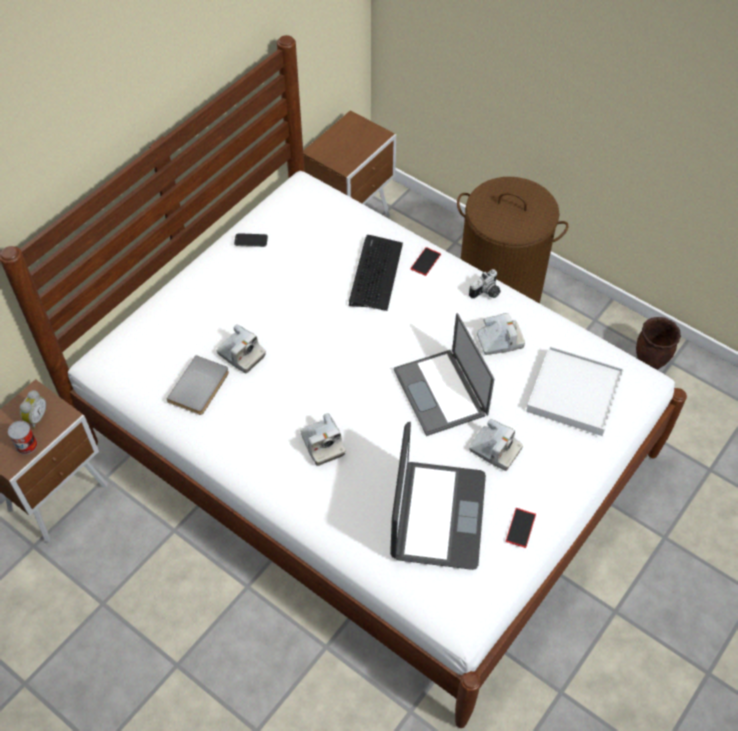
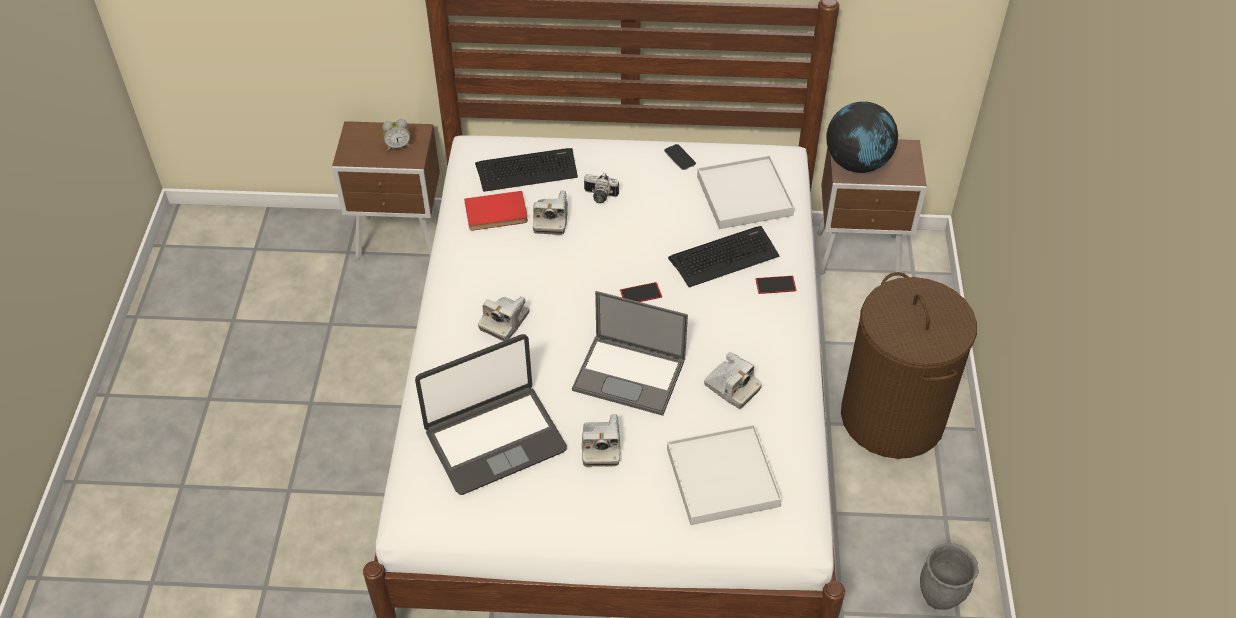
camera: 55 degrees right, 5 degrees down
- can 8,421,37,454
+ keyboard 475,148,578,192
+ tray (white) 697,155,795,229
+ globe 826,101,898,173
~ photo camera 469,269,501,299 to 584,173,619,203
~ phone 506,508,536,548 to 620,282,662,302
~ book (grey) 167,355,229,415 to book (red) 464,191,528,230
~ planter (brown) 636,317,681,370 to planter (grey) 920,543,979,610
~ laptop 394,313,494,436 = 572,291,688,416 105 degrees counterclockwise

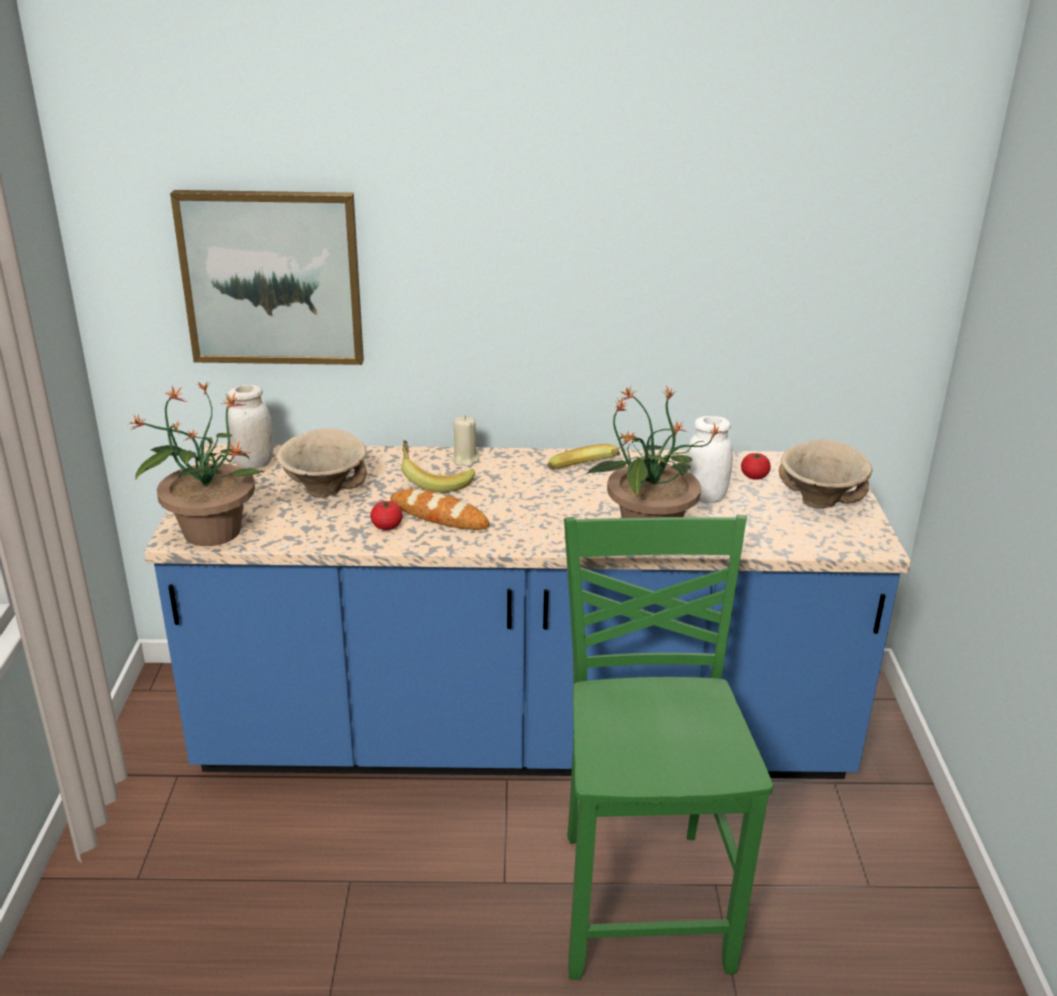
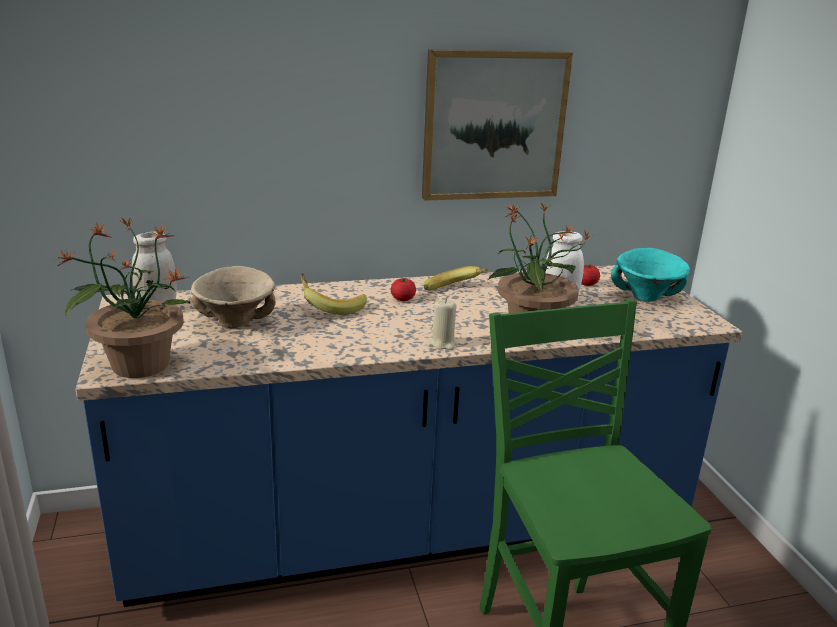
camera: 15 degrees left, 5 degrees down
- bread 391,489,489,530
~ picture 170,190,364,365 to 422,49,573,201
~ tomato 370,501,403,530 to 391,278,416,301
~ candle (beige) 451,416,480,467 to 430,299,457,350
~ bowl (beige) 779,440,872,509 to bowl (turquoise) 611,248,690,302

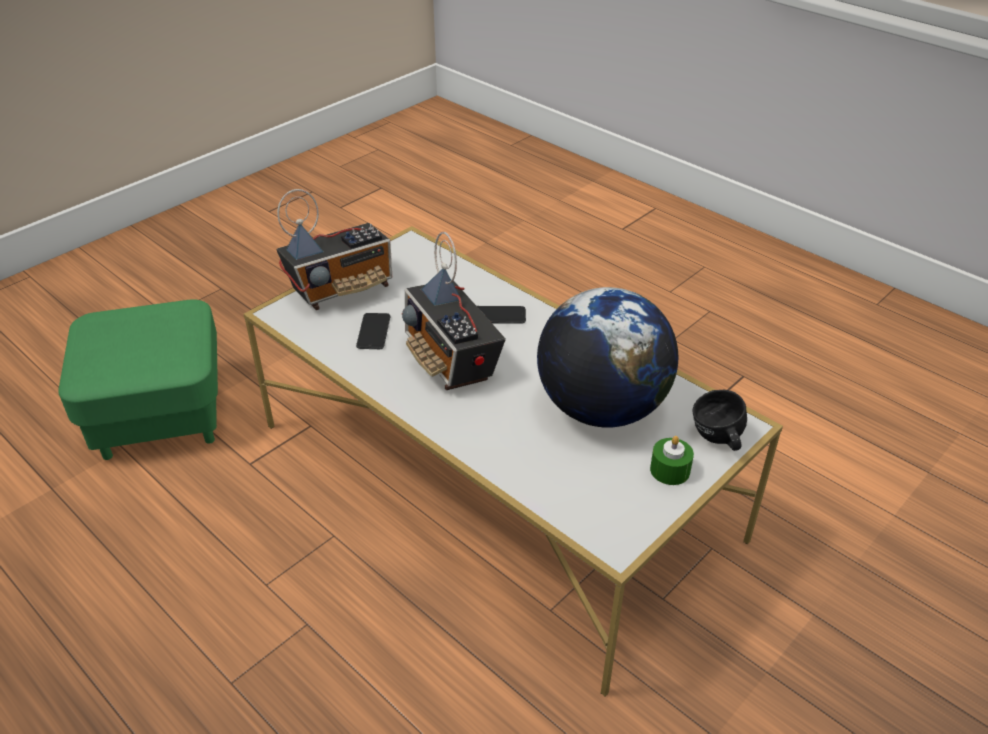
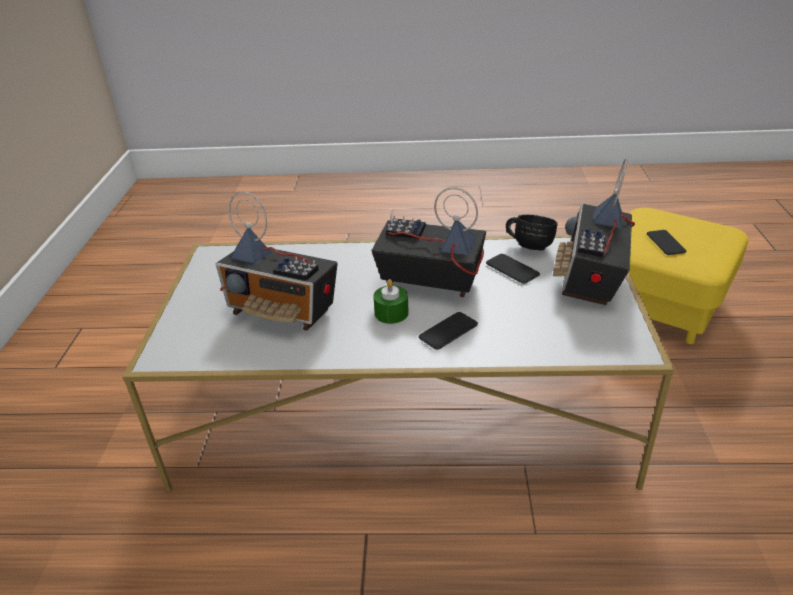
camera: 140 degrees right, 5 degrees down
+ phone 647,230,687,255
~ candle (green) 650,436,694,485 to 373,279,409,324
~ mug (black) 693,390,747,451 to 506,215,558,250
~ globe 537,287,678,428 to radio 216,191,338,331
~ ottoman (green) 58,299,218,460 to ottoman (yellow) 629,208,749,344

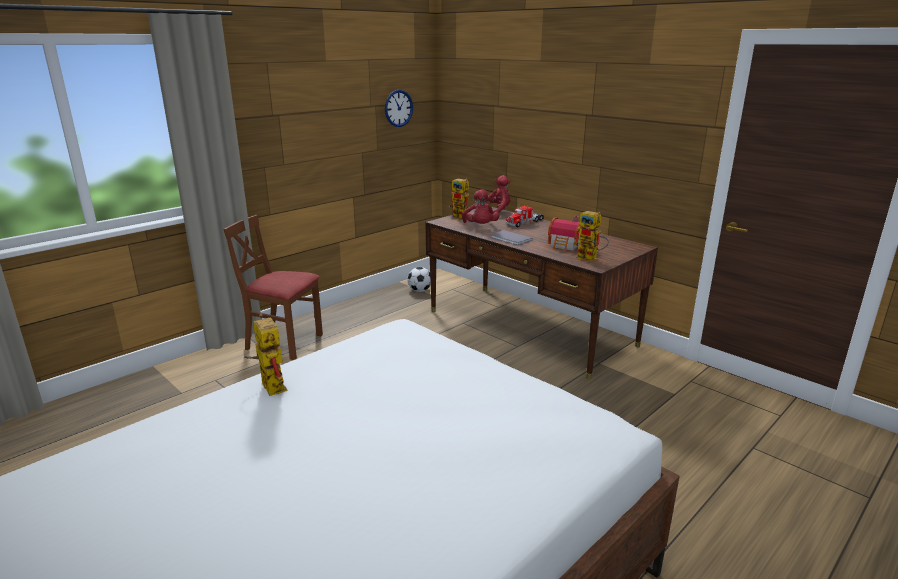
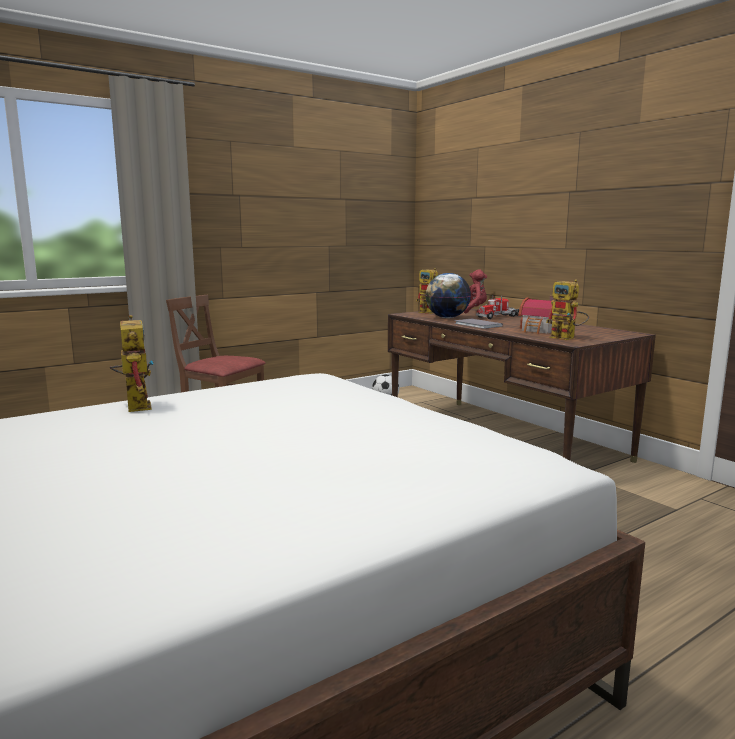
camera: 10 degrees right, 10 degrees down
- wall clock 385,90,413,127
~ plush toy (red) 462,189,500,224 to globe 425,273,471,318

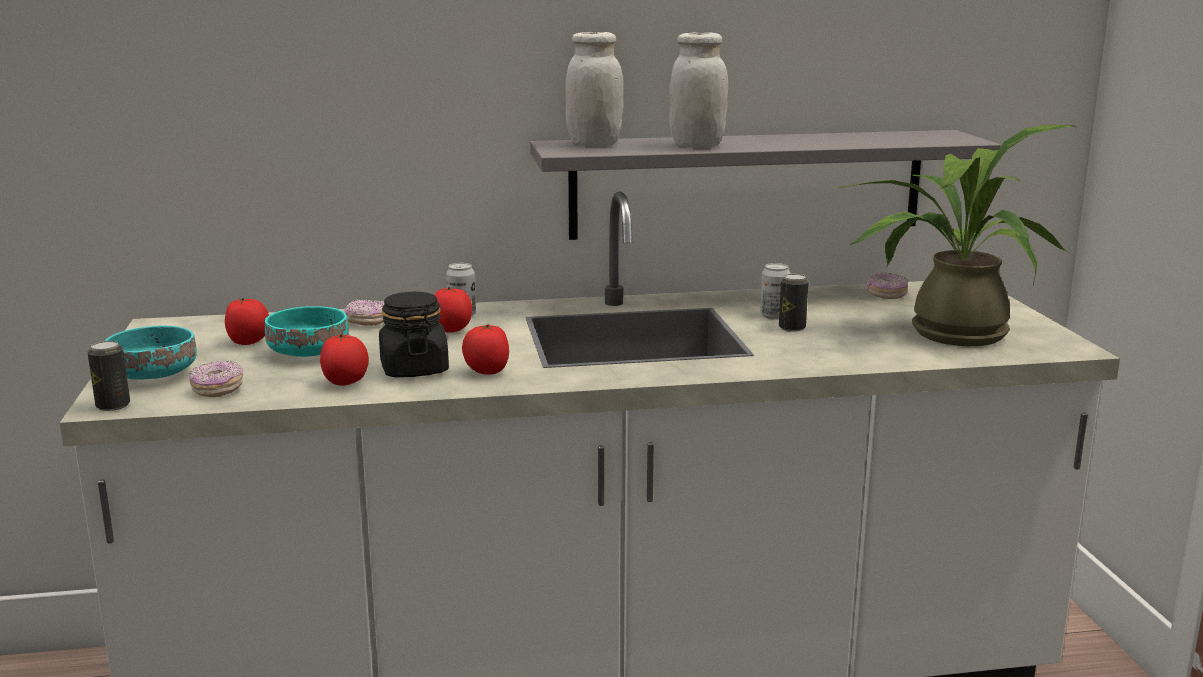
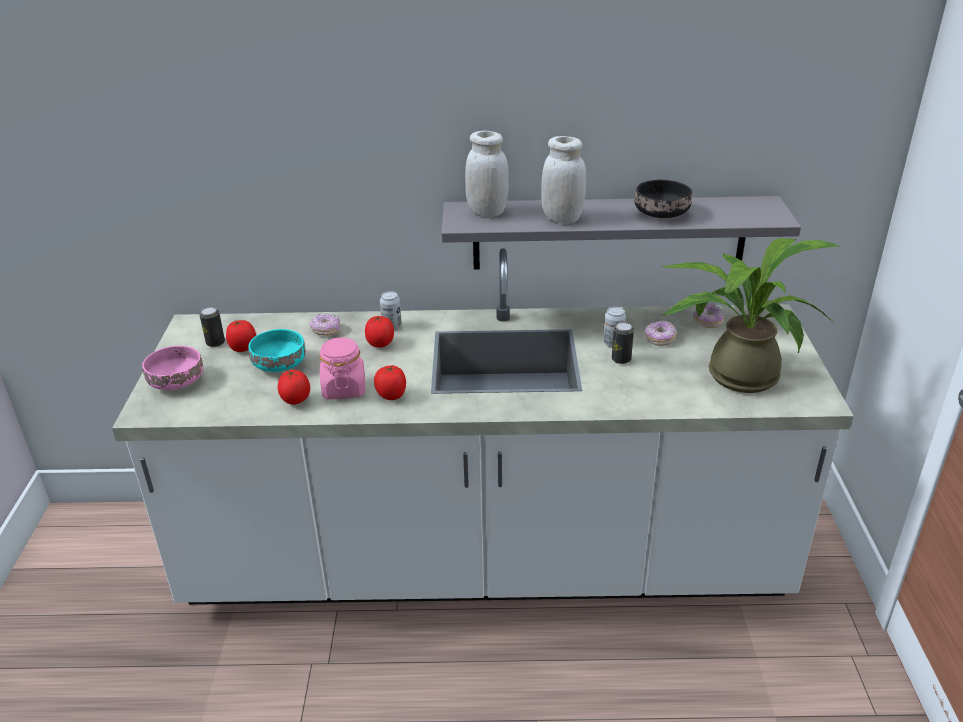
camera: 10 degrees right, 15 degrees up
+ bowl (black) 635,180,692,218
~ can 87,341,130,411 to 200,307,225,347
~ donut 189,360,243,397 to 645,321,676,346
~ bowl (turquoise) 105,325,197,380 to bowl (pink) 142,345,203,390
~ jar (black) 379,292,449,377 to jar (pink) 320,337,365,400

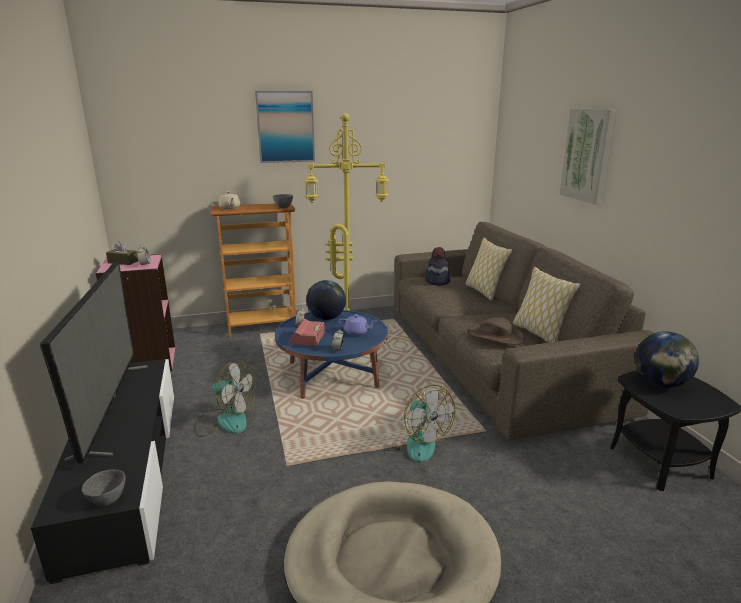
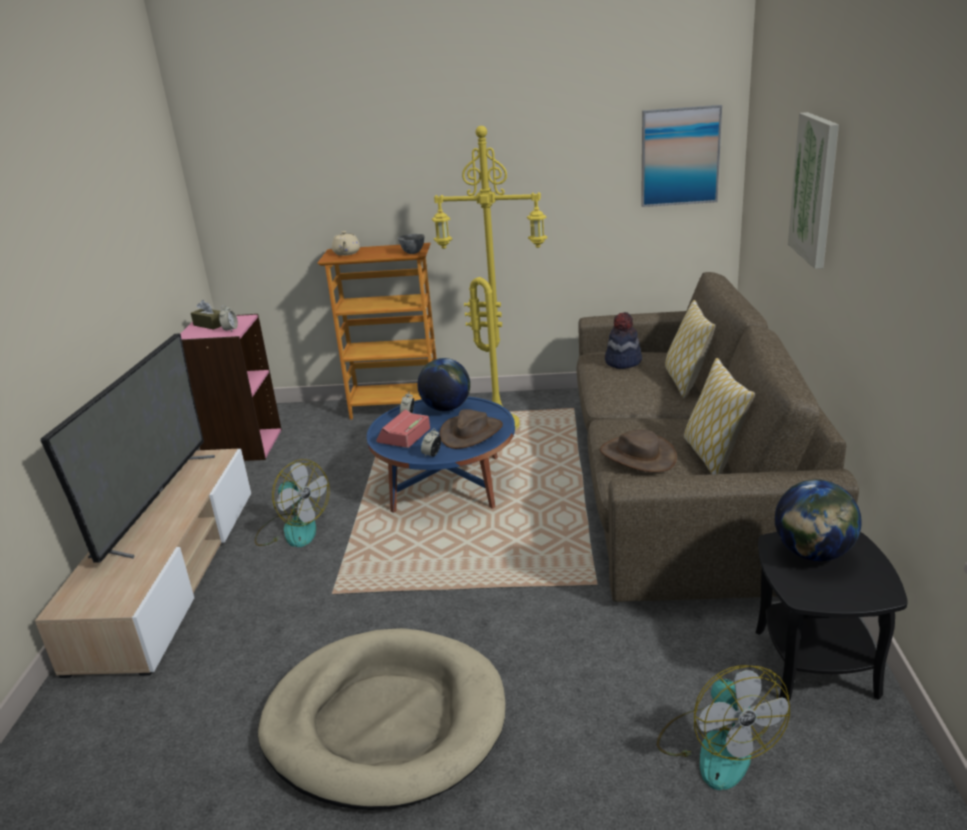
camera: 20 degrees right, 5 degrees up
- bowl (grey) 82,469,126,506
~ picture 255,91,315,163 to 641,105,722,207
~ fan 383,385,455,463 to 657,665,790,790
~ teapot (purple) 339,314,376,336 to hat (brown) 439,409,503,449
~ tv stand (black) 31,359,174,584 to tv stand (beige) 35,449,251,678

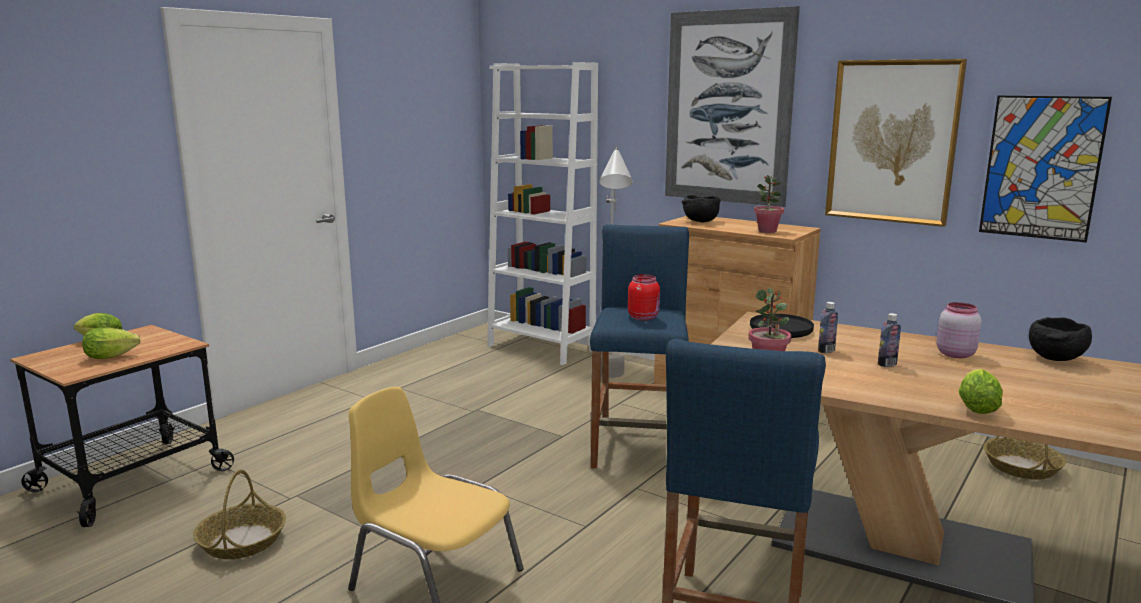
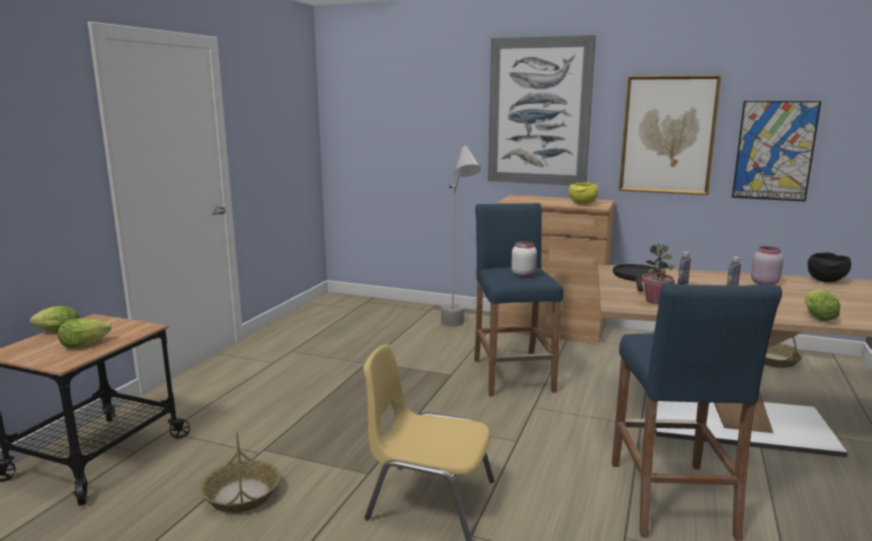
camera: 15 degrees left, 0 degrees up
- bookcase (white) 487,62,598,365
- bowl (black) 681,195,721,222
~ potted plant 754,175,784,233 to bowl (yellow) 569,182,599,204
~ jar (red) 628,274,660,321 to jar (white) 511,241,537,277

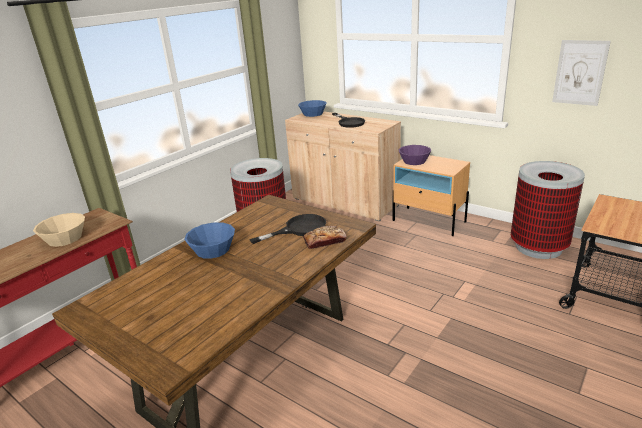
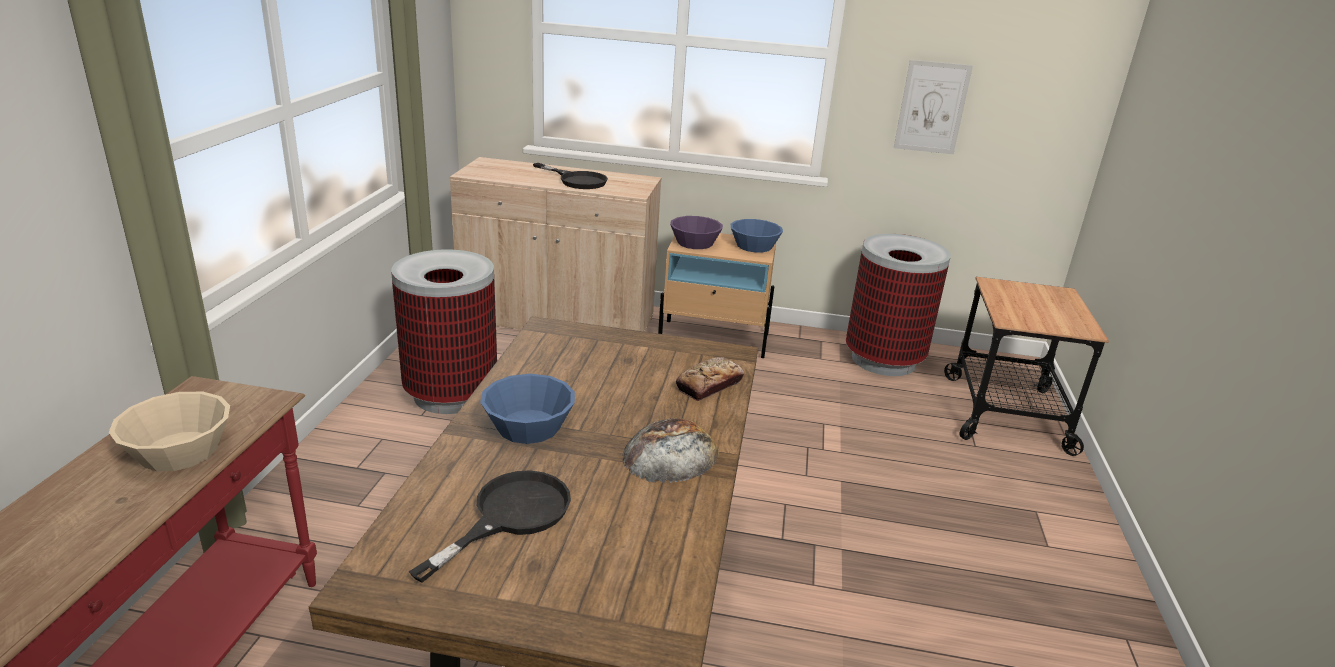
camera: 30 degrees left, 0 degrees up
+ bread 622,418,719,483
~ frying pan (black) 249,214,326,244 to 409,470,571,583
~ bowl (blue) 298,100,326,117 to 730,219,783,252

